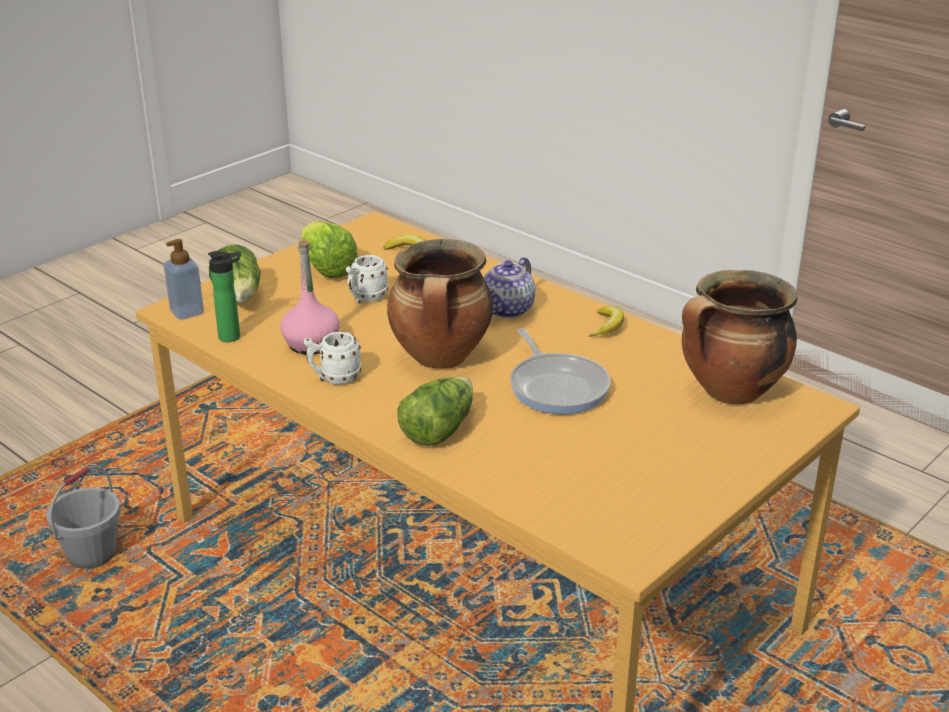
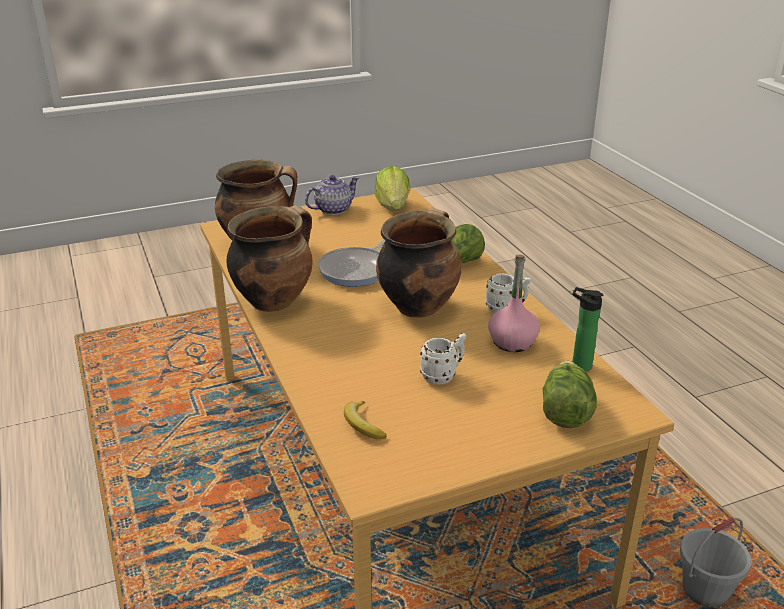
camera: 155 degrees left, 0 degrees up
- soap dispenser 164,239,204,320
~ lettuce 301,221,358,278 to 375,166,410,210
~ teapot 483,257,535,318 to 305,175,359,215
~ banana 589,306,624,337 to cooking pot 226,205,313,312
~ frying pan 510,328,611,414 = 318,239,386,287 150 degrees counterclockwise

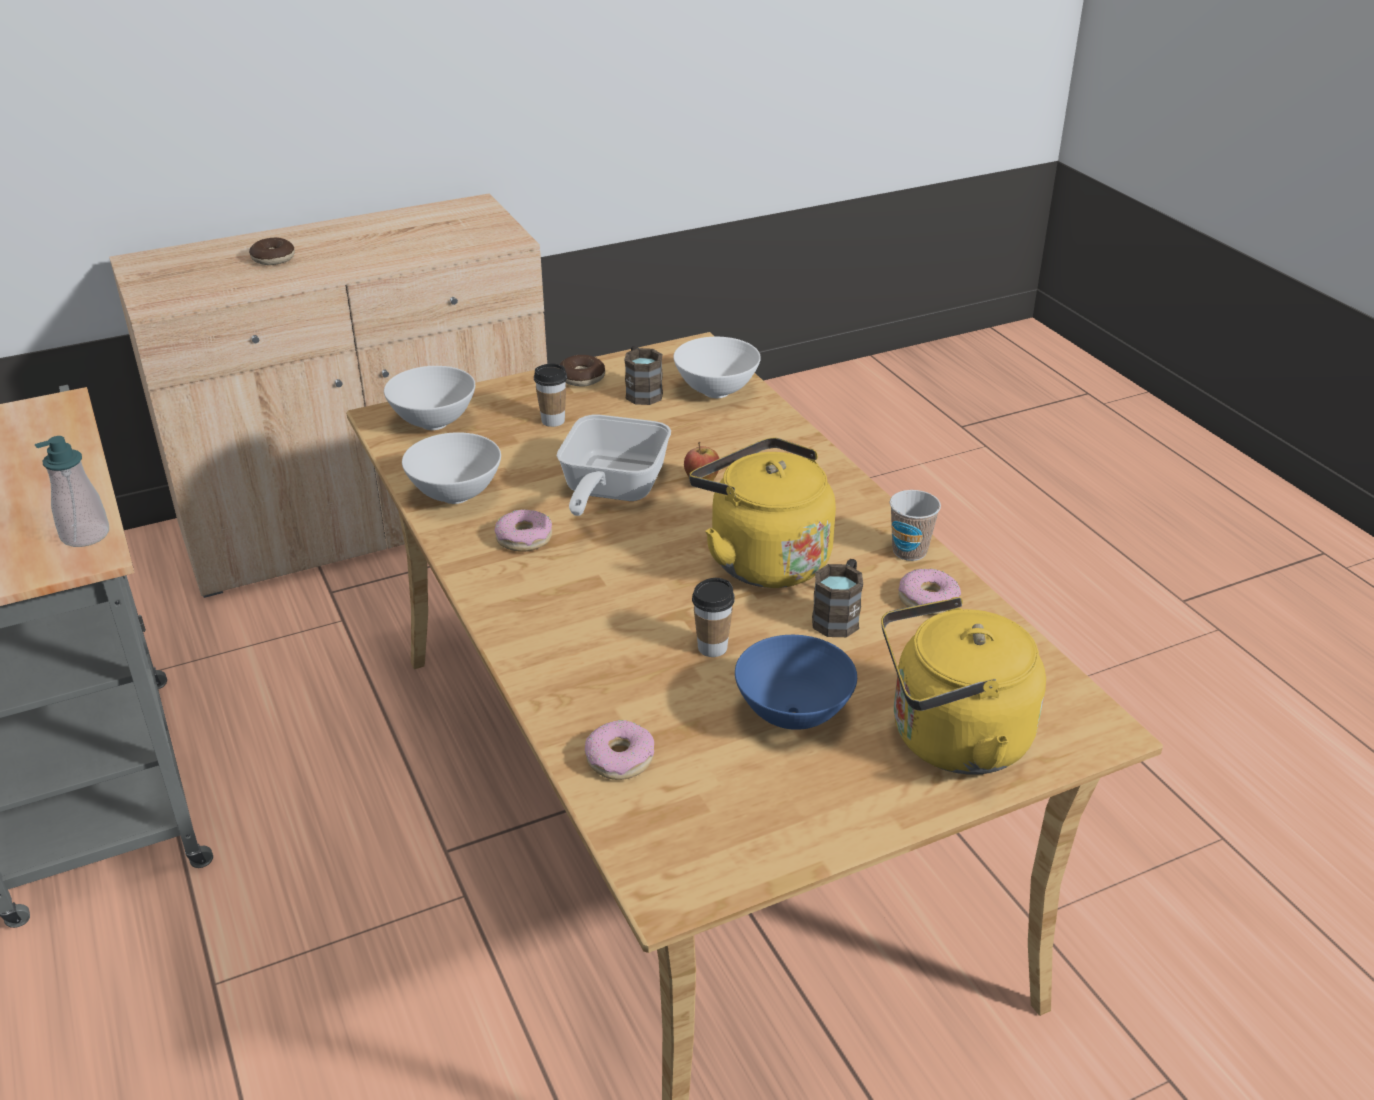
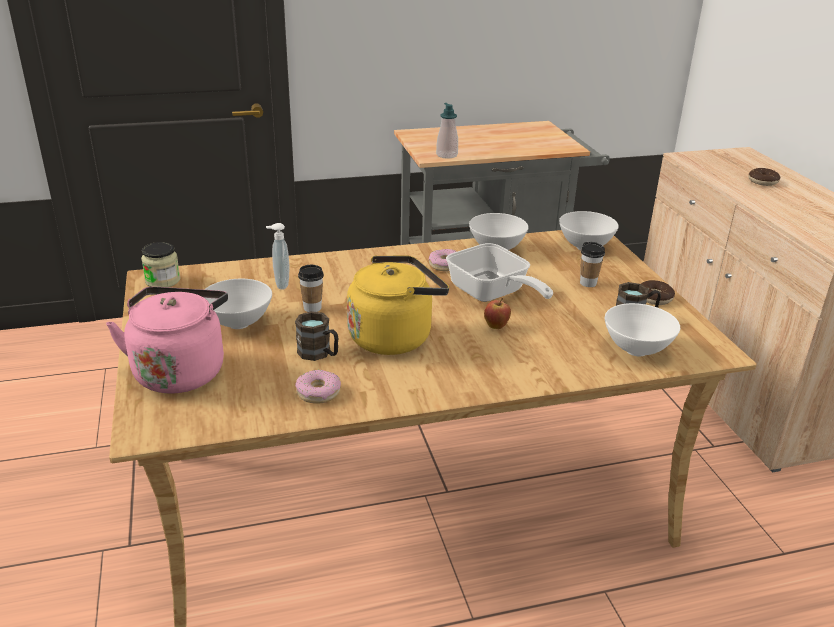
camera: 100 degrees right, 5 degrees down
- donut 585,720,654,780
- cup 890,490,941,561
+ jar 141,242,180,287
+ soap dispenser 266,223,290,290
~ bowl (blue) 735,635,857,730 to bowl (white) 204,279,272,329
~ kettle (yellow) 881,597,1046,775 to kettle (pink) 106,287,228,393
~ frying pan 557,414,671,516 = 446,243,553,302 150 degrees counterclockwise

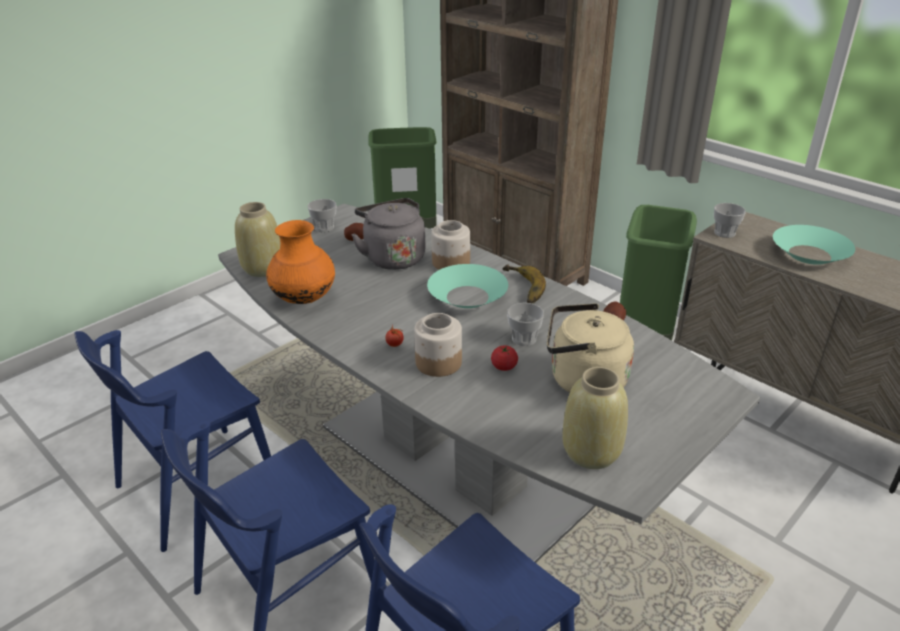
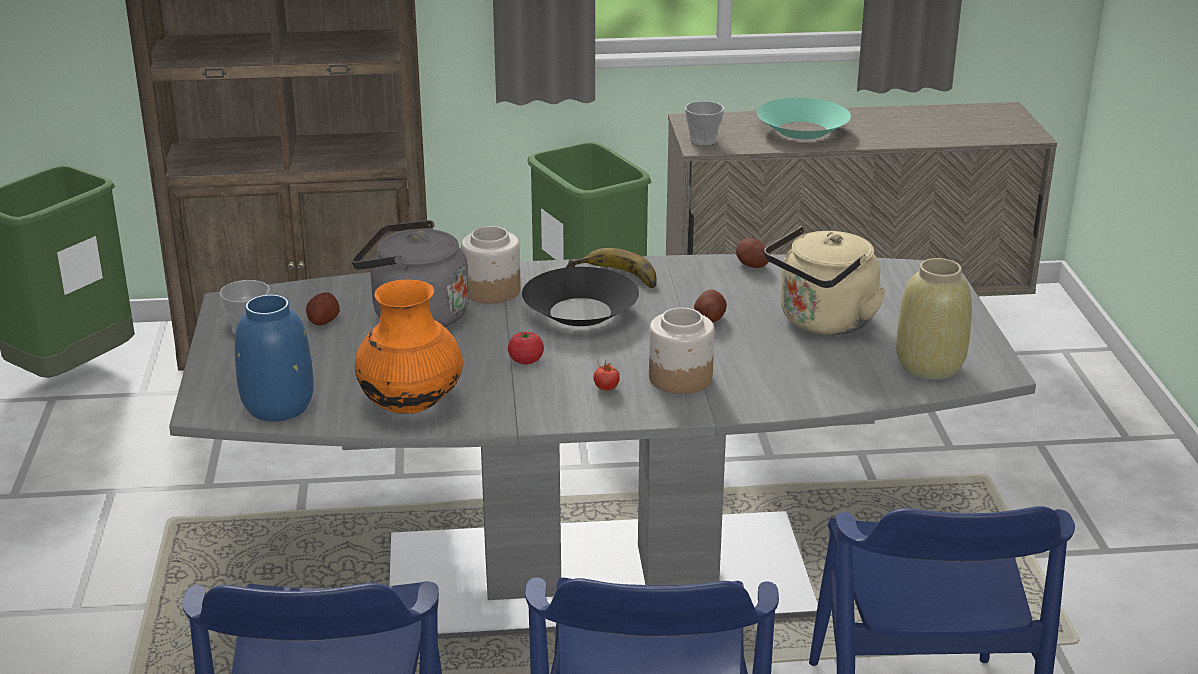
camera: 50 degrees left, 5 degrees down
~ tomato 491,345,518,371 to 508,332,544,365
~ cup 507,303,544,346 to potato 694,290,727,322
~ vase (beige) 235,202,280,277 to vase (blue) 235,295,314,422
~ bowl (turquoise) 427,264,508,308 to bowl (black) 522,267,639,326

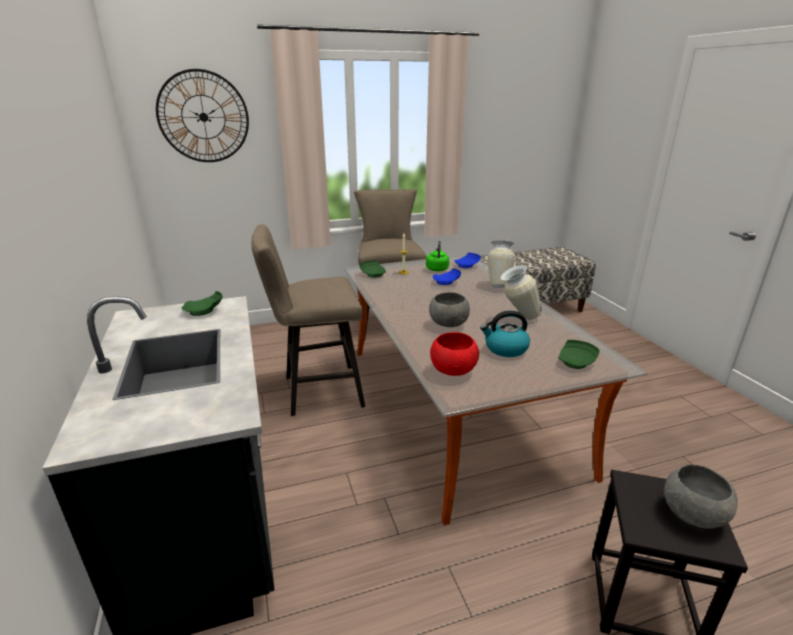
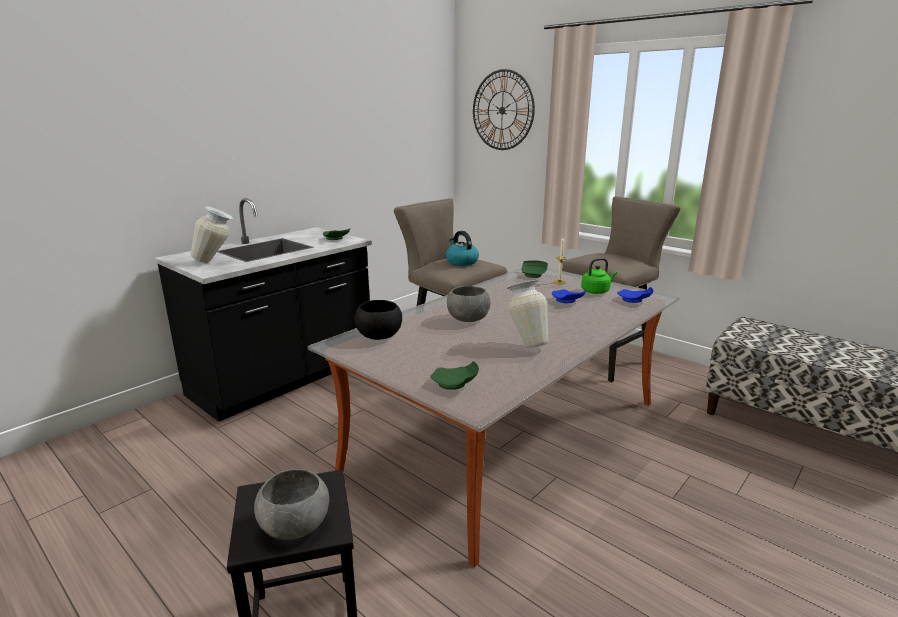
camera: 60 degrees right, 5 degrees down
~ kettle 480,311,530,357 to 446,231,479,266
~ vase 488,240,516,288 to 191,206,233,263
~ bowl (red) 430,332,479,376 to bowl (black) 354,300,402,340

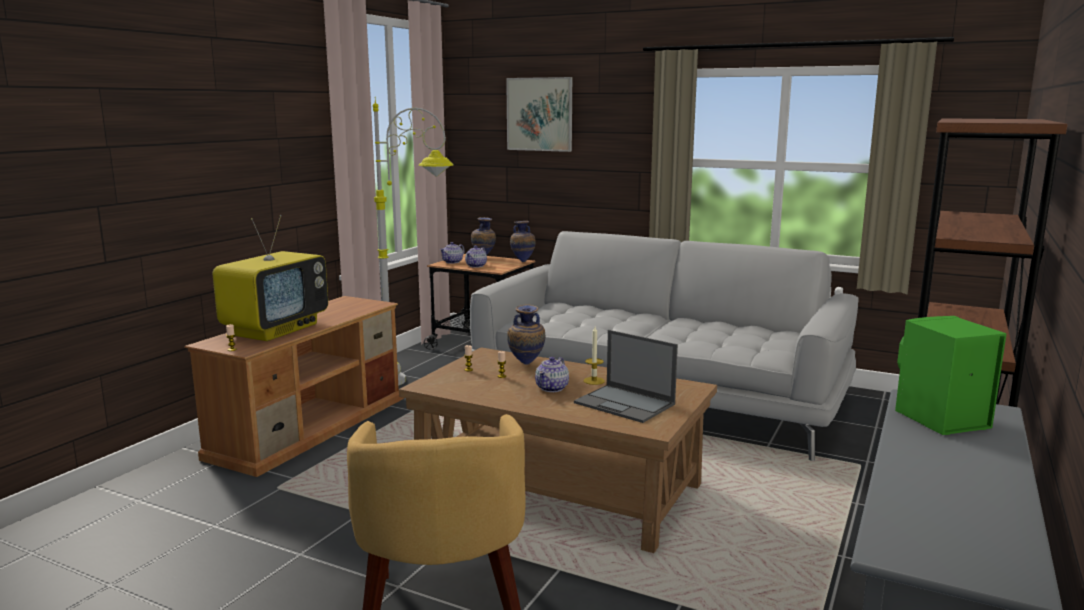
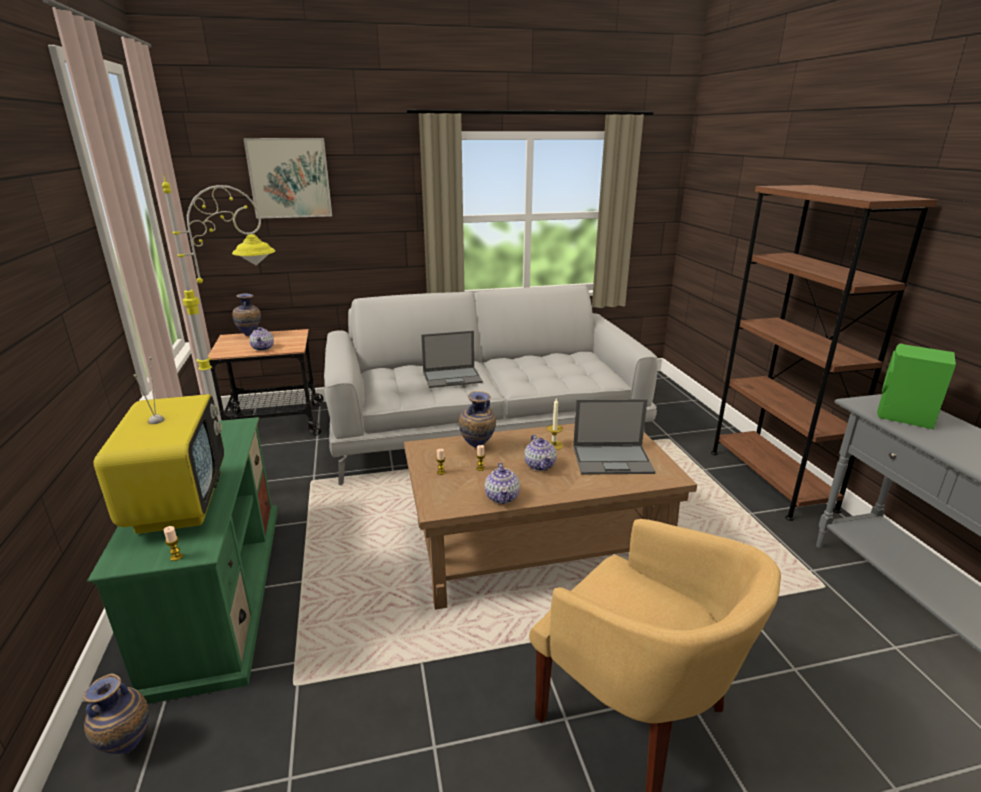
camera: 40 degrees left, 10 degrees up
+ laptop 421,331,483,388
~ teapot 440,242,465,264 to 485,463,520,504
~ vase 510,221,536,262 to 83,673,149,754
~ tv stand (brown) 184,296,404,477 to tv stand (green) 87,417,278,704

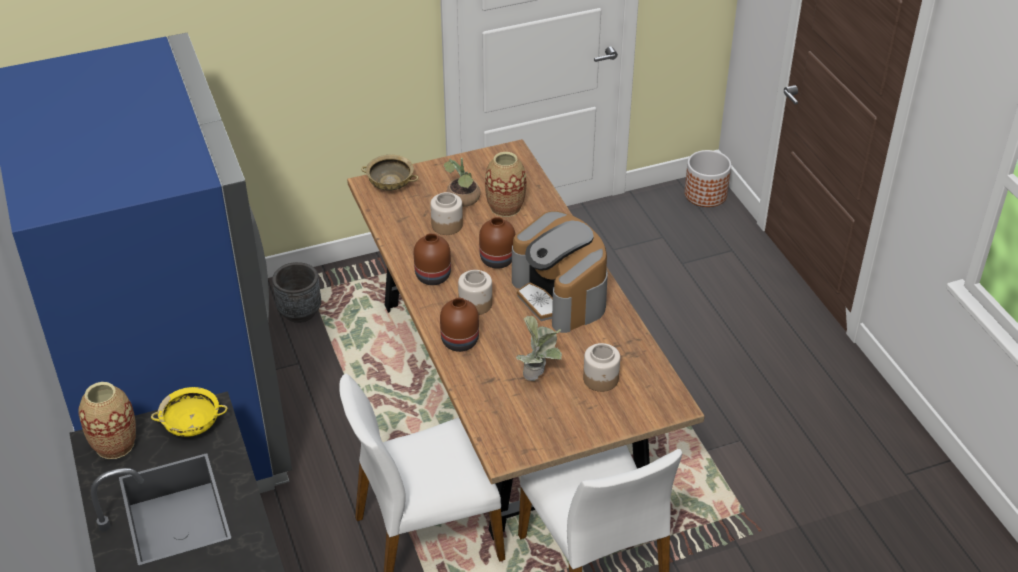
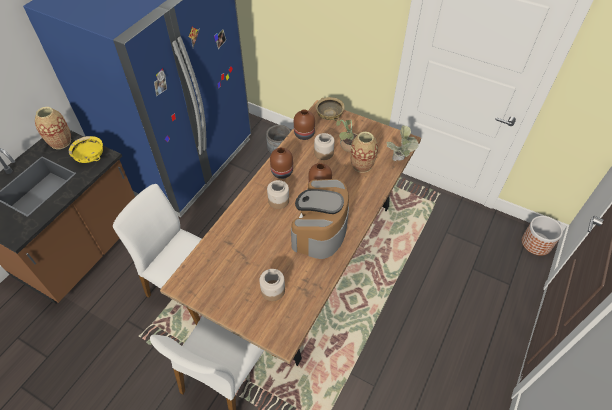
camera: 50 degrees right, 10 degrees up
~ vase (brown) 440,298,479,352 to 294,109,315,140
~ potted plant 516,315,562,381 to 386,125,419,161

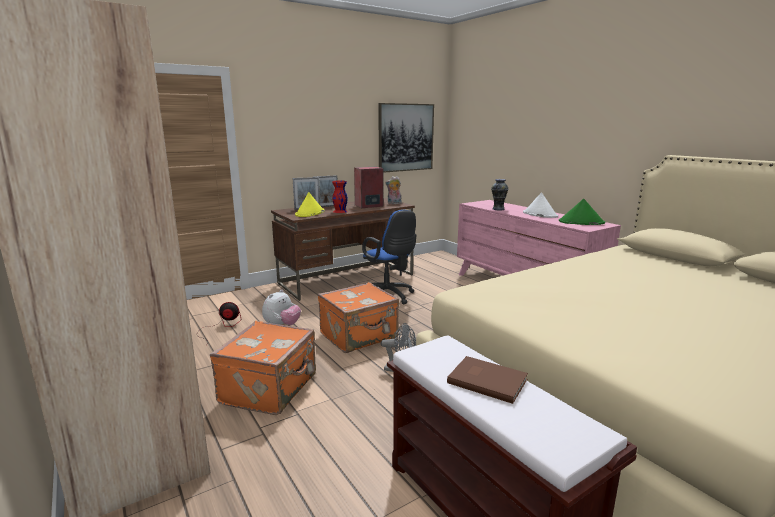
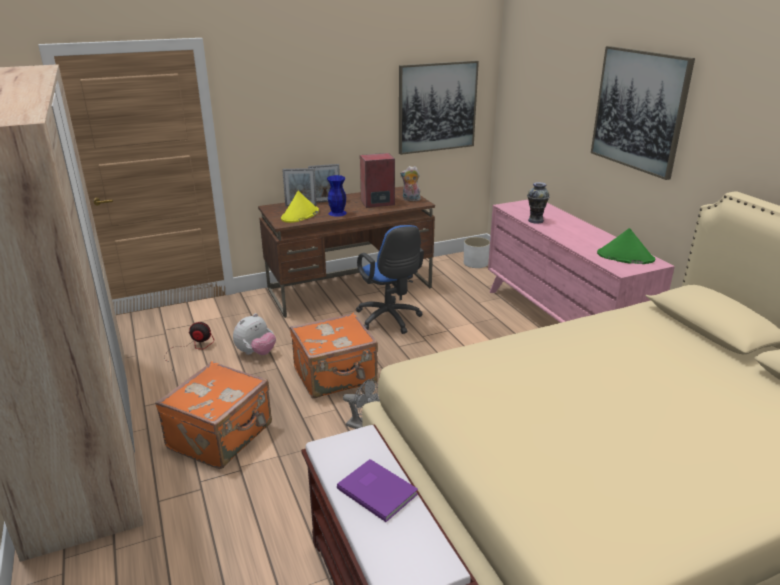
camera: 10 degrees right, 10 degrees up
- hat (white) 523,192,558,218
+ planter (white) 464,237,490,268
+ picture 591,46,695,180
~ vase (red) 332,181,348,213 to vase (blue) 327,175,347,217
~ book (brown) 447,356,528,404 to book (purple) 337,459,418,522

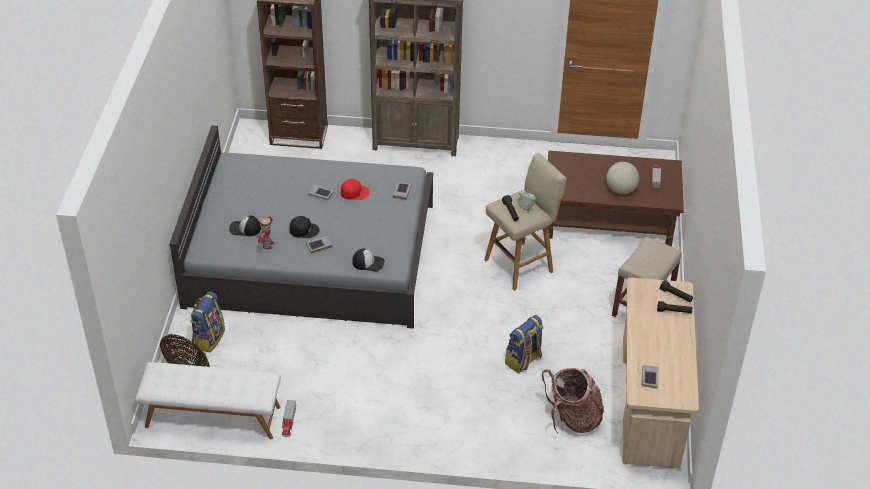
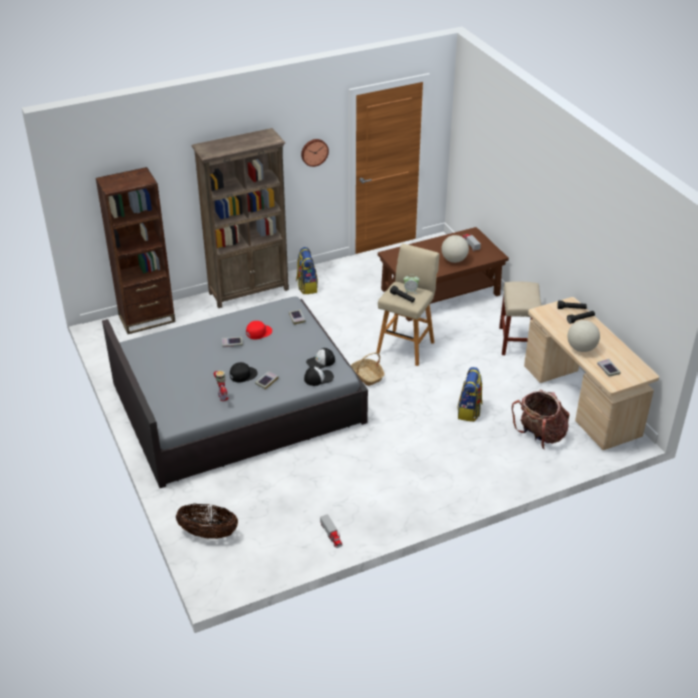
camera: 30 degrees left, 5 degrees down
- bench (white) 135,362,281,439
+ wall clock 301,139,329,167
+ basket 350,352,385,386
+ globe 567,320,600,352
~ backpack 190,292,225,353 to 296,247,318,294
~ cap 229,216,261,236 to 306,348,335,369

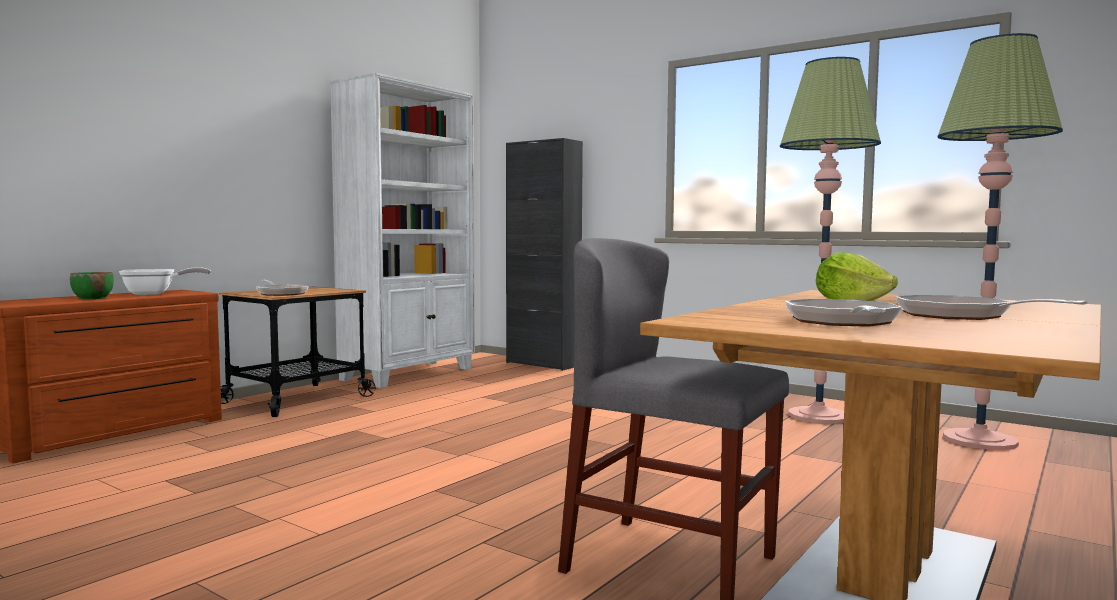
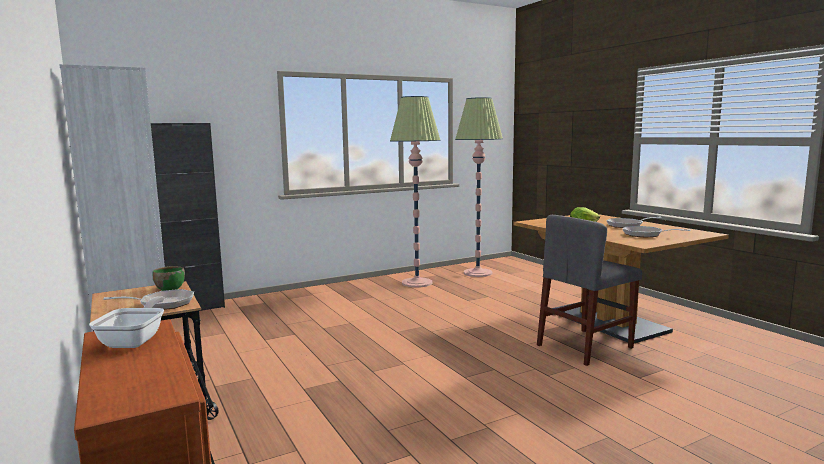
camera: 65 degrees left, 5 degrees up
~ bowl (green) 70,272,114,299 to 153,266,185,291

